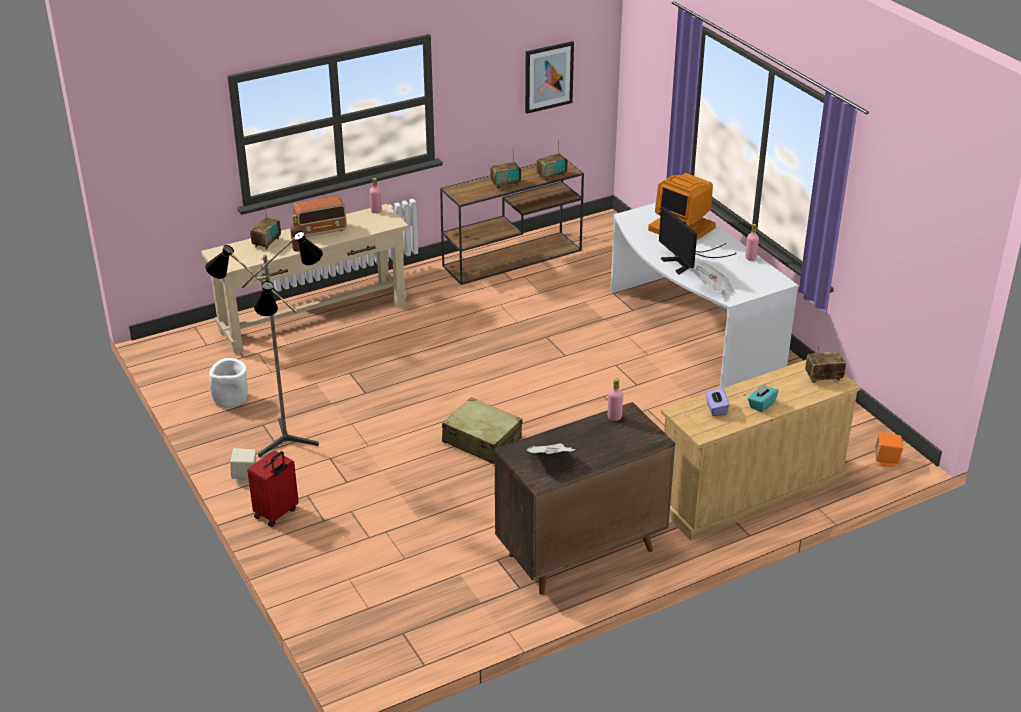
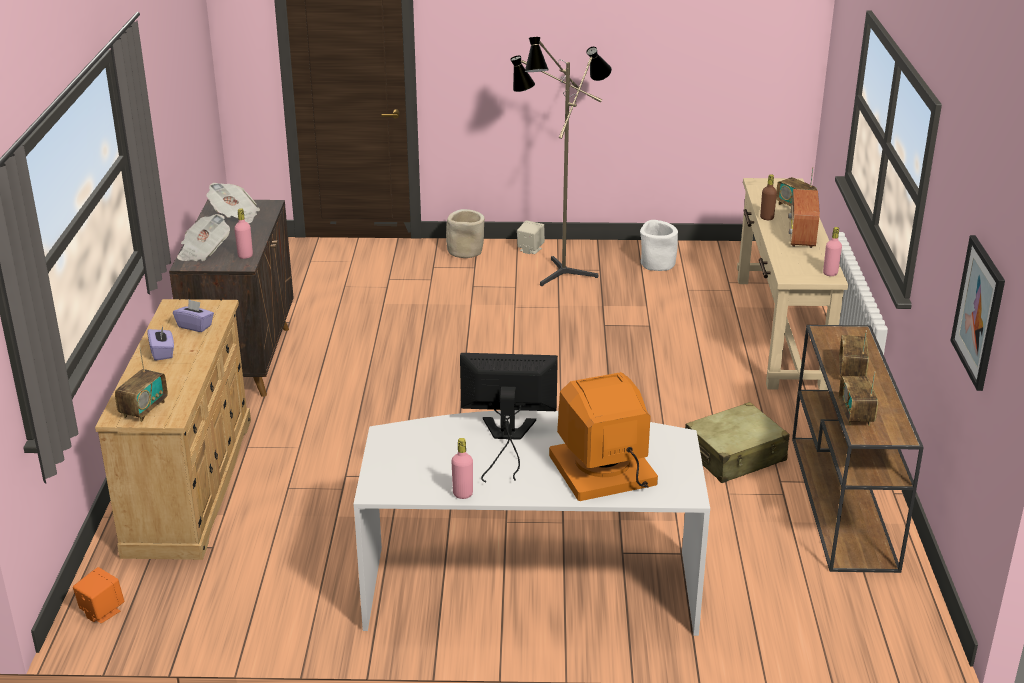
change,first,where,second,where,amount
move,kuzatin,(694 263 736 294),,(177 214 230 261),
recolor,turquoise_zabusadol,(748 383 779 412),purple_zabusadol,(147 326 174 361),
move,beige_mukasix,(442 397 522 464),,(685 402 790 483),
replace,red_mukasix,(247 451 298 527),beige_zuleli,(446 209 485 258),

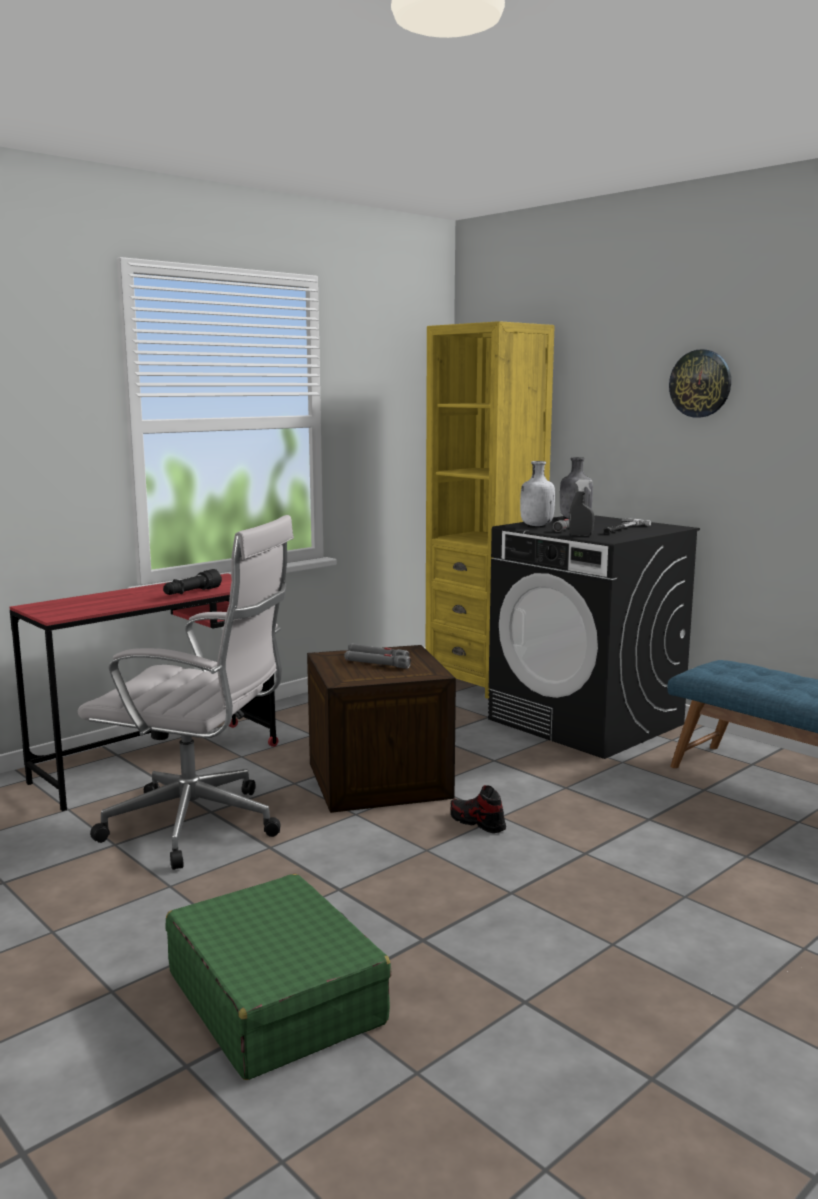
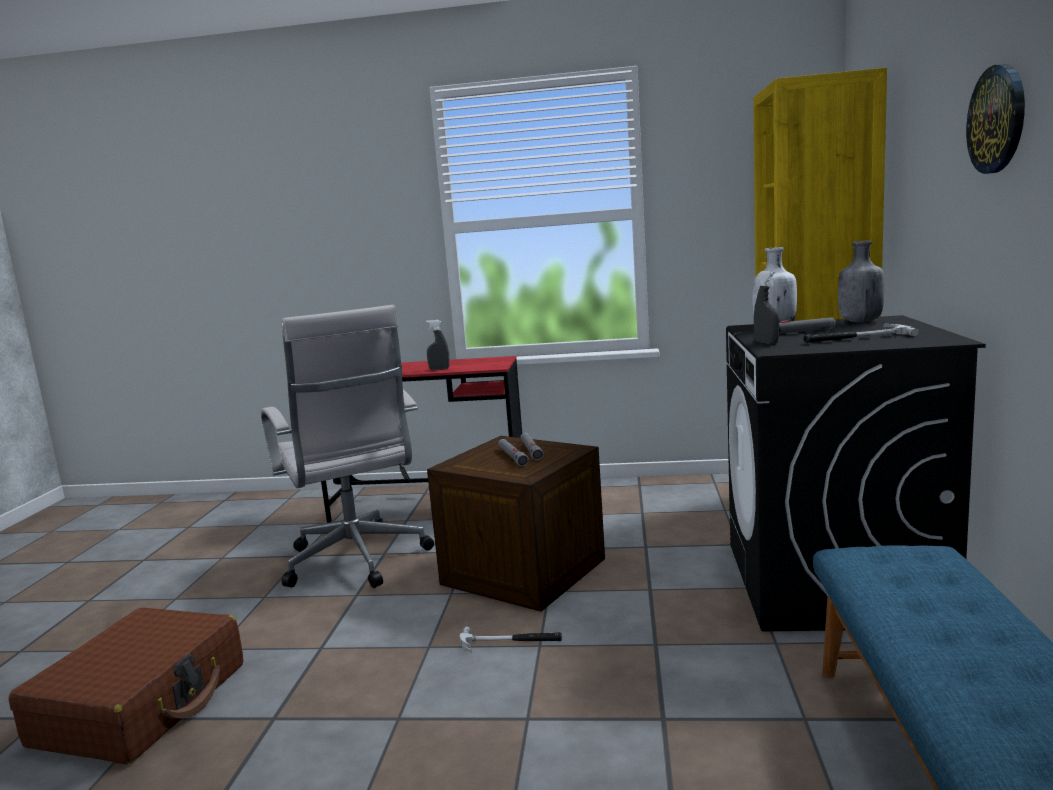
change,first,where,second,where,amount
replace,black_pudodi,(163 569 222 595),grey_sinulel,(426 320 450 370),
replace,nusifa,(451 785 506 833),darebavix,(460 627 562 653),
recolor,green_mukasix,(166 874 392 1080),brown_mukasix,(8 607 243 765),

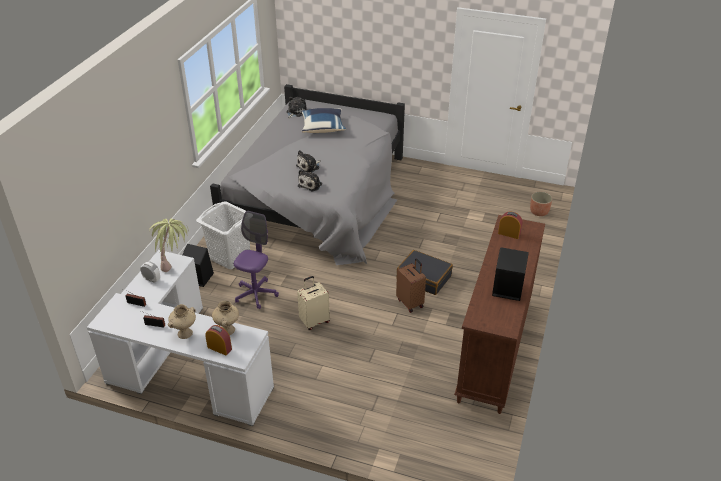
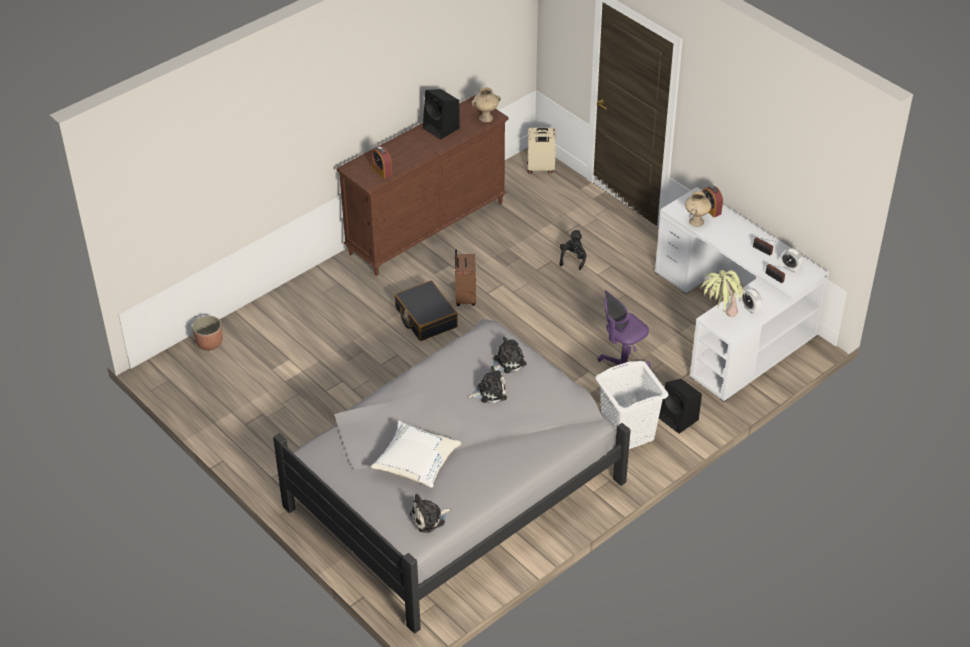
change,first,where,second,where,amount
recolor,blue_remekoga,(301 108 346 133),white_remekoga,(371 421 462 488),
move,beige_mukasix,(297 276 330 330),,(527 128 556 174),
move,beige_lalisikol,(168 304 196 339),,(471 87 501 122),
insert,,,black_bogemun,(560 230 586 270),
insert,,,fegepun,(781 248 803 272),

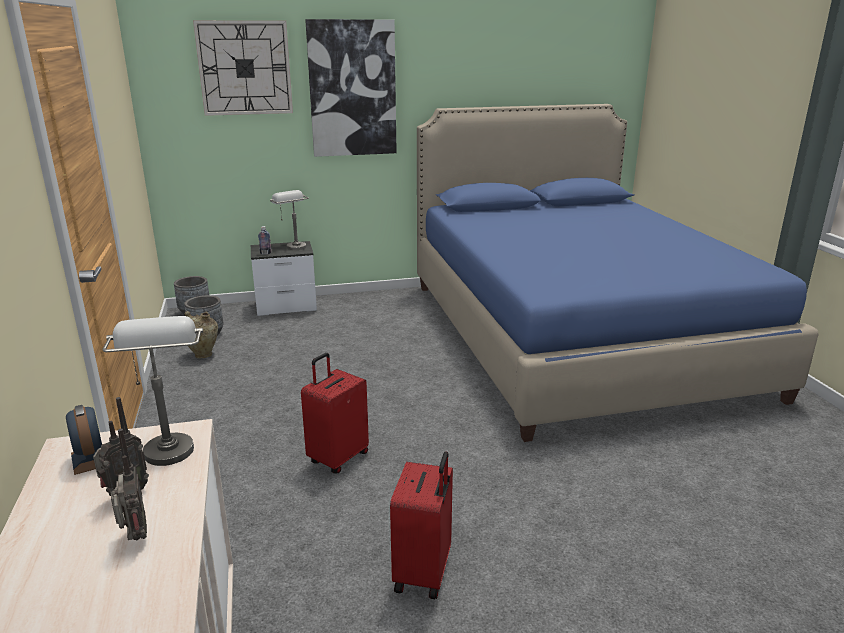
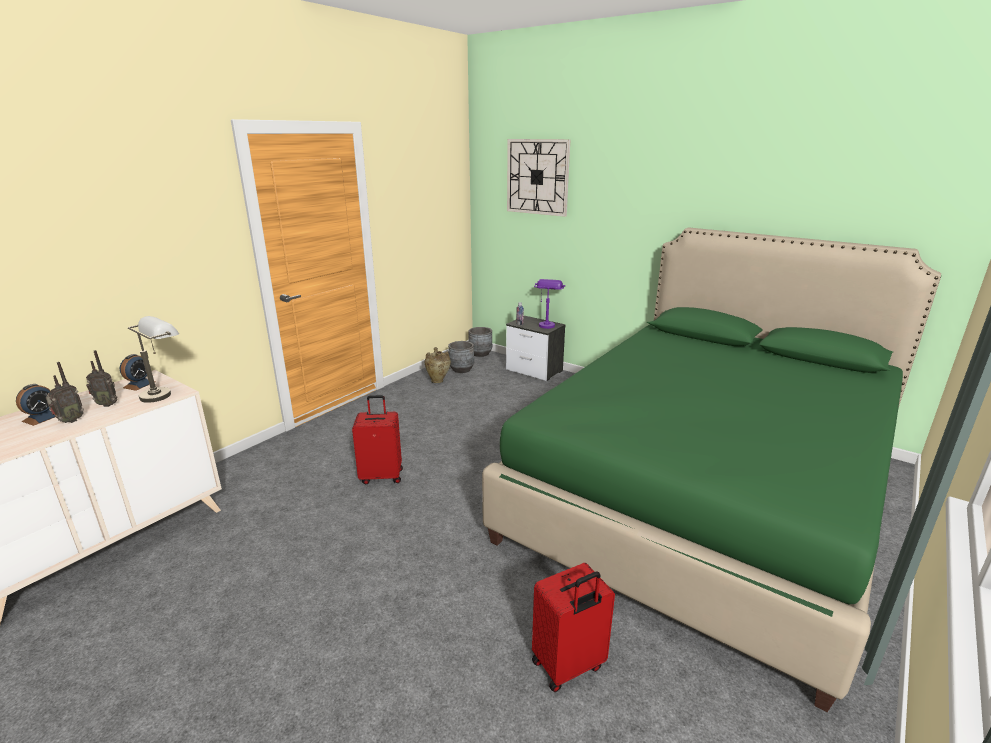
change,first,where,second,where,amount
delete,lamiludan,(305 19 397 157),,,
recolor,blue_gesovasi,(417 104 819 442),green_gesovasi,(482 228 941 712),
recolor,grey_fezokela,(270 190 309 250),purple_fezokela,(534 279 565 329),
move,red_mukasix,(390 451 453 599),,(532 563 615 692),
insert,,,fegepun,(16 384 57 426),

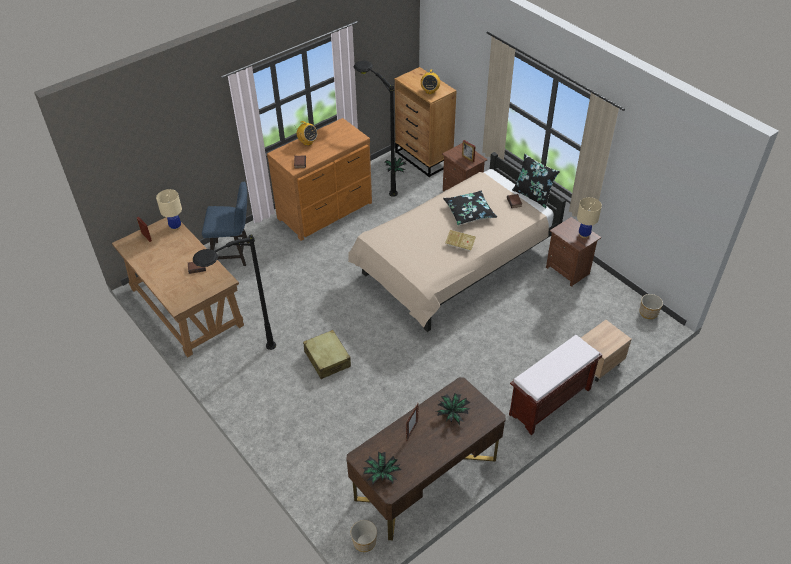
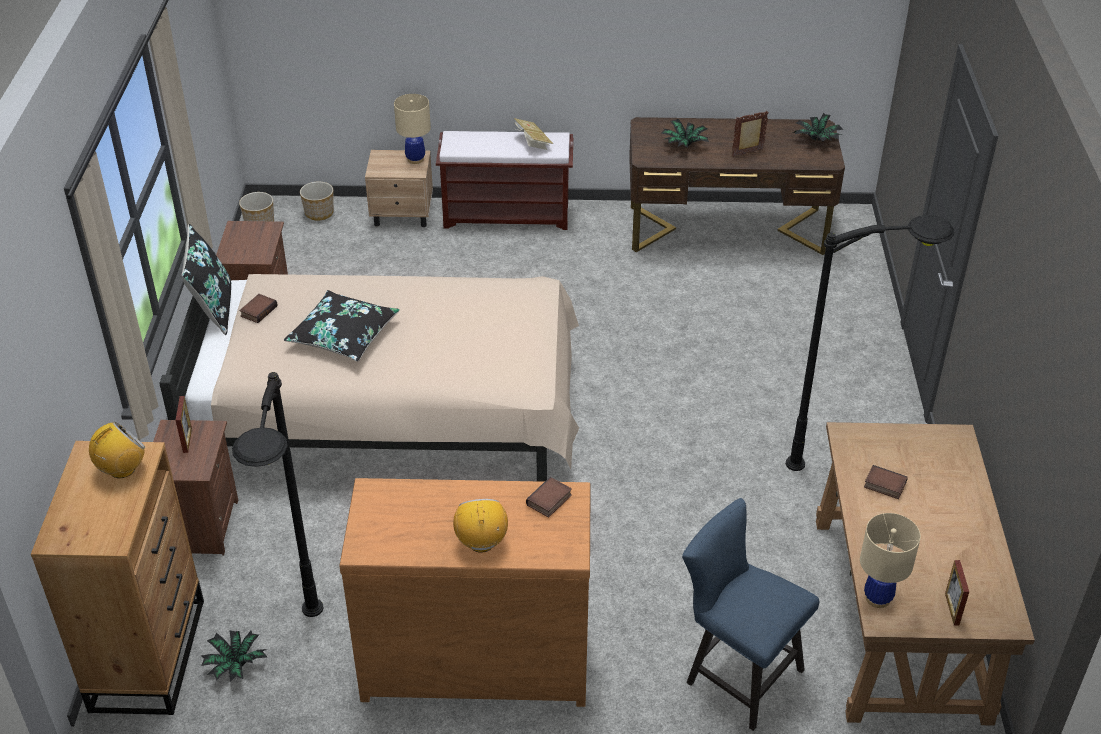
change,first,where,second,where,amount
move,beige_fezokela,(577 197 602 238),,(394 94 431 164),
move,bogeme,(445 230 476 251),,(514 118 553 150),
delete,beige_mukasix,(303 330 351 379),,,
move,zuleli,(351 520 377 552),,(300 182 334 221),

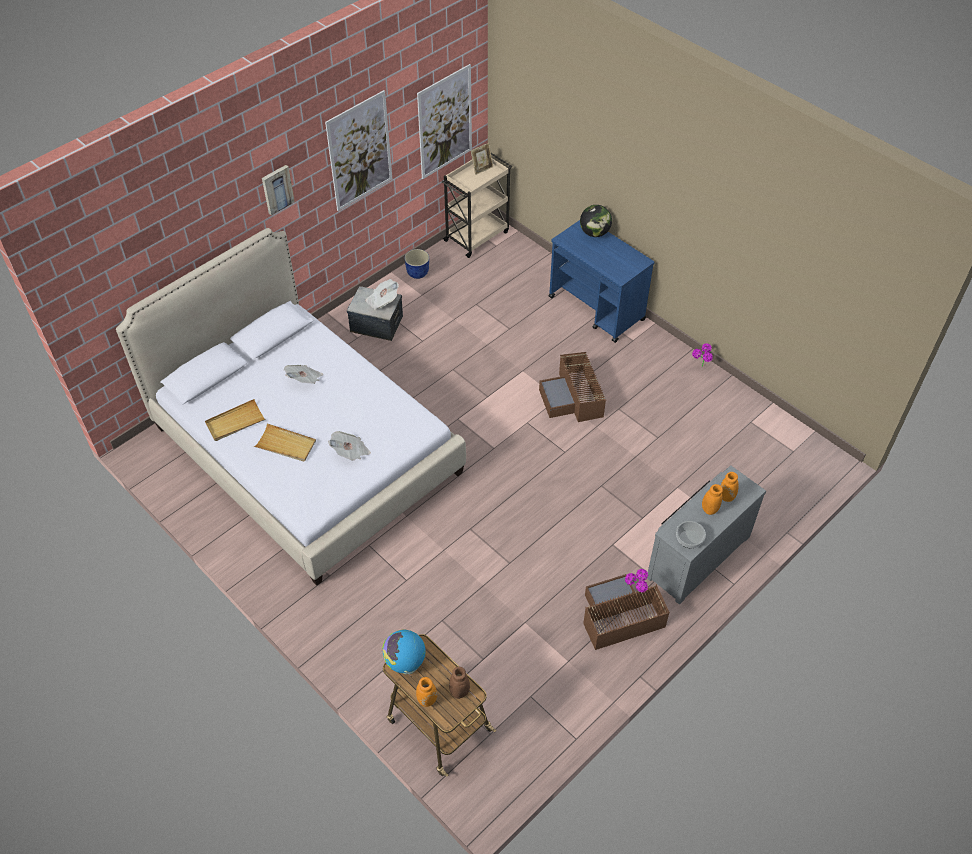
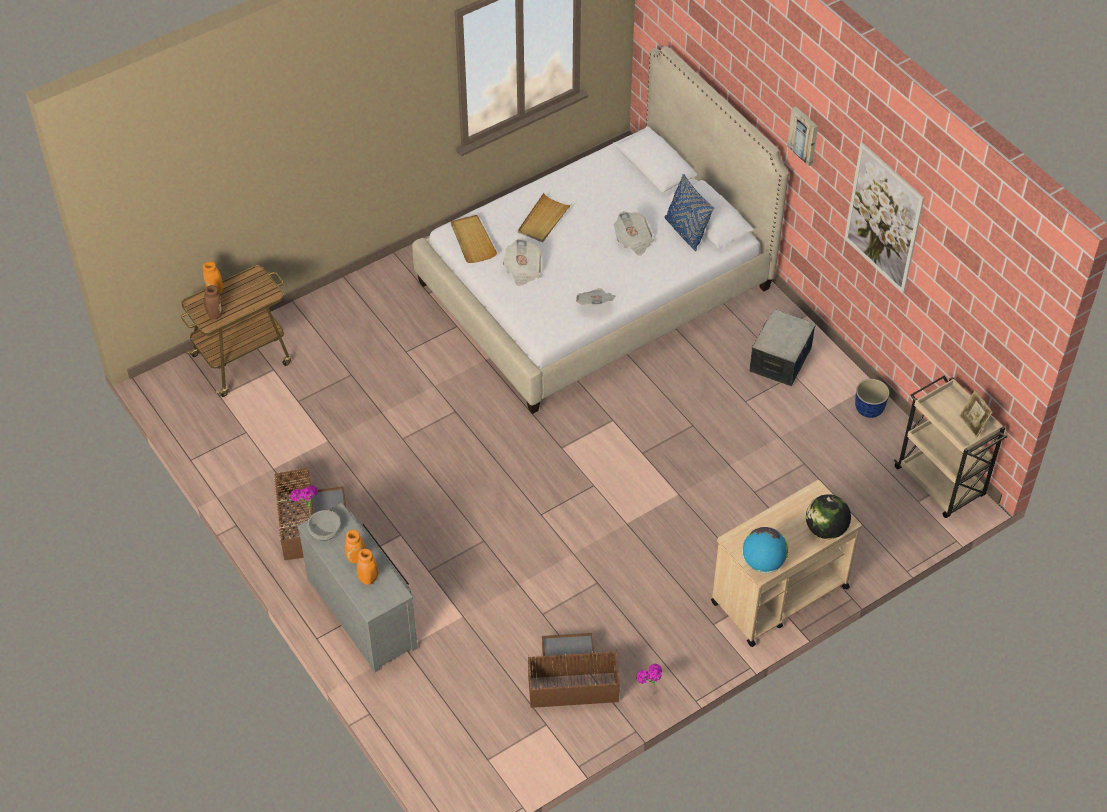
change,first,where,second,where,amount
delete,lamiludan,(417 64 472 179),,,
recolor,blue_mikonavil,(549 220 655 343),beige_mikonavil,(711 480 862 647),
move,kuzatin,(366 279 399 310),,(576 288 615 305),
move,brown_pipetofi,(539 352 606 422),,(528 633 620 708),
move,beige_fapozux,(205 399 266 441),,(451 215 497 263),
move,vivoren,(382 629 426 674),,(742 527 788 574),
insert,,,blue_remekoga,(664 174 714 251),

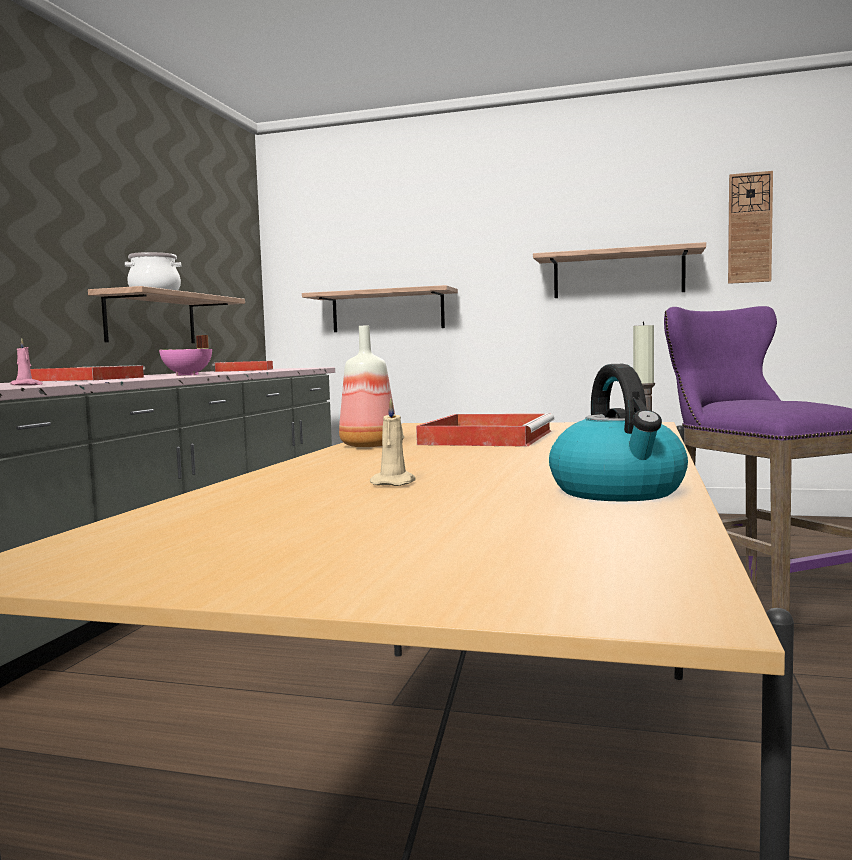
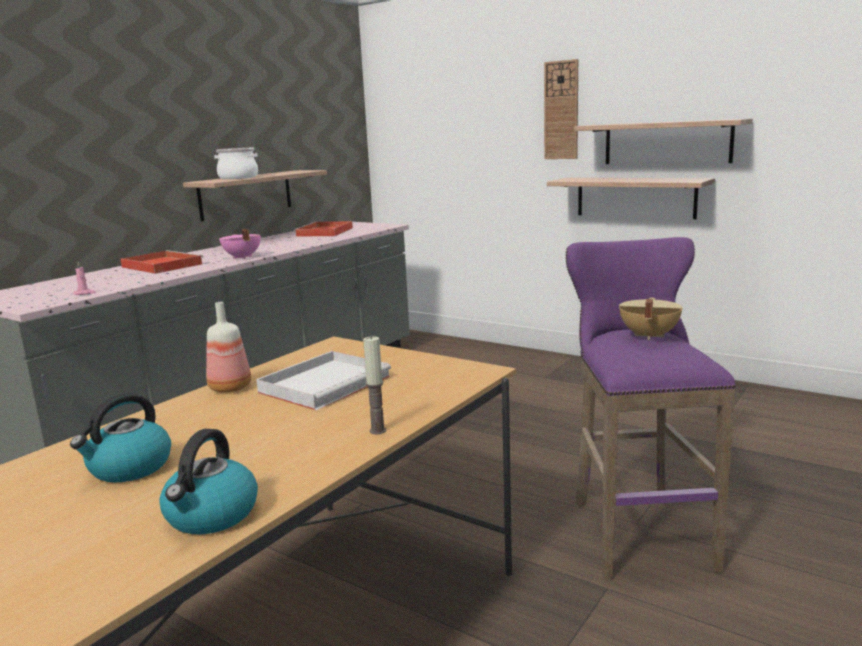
change,first,where,second,where,amount
move,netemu,(728 171 773 284),,(544 59 578 159),
move,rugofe,(302 285 458 332),,(547 178 715 219),
replace,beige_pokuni,(370 399 416 486),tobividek,(70 393 171 483),
recolor,red_fapozux,(416 413 554 447),white_fapozux,(256 351 391 410),
insert,,,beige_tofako,(619 298 683 340),

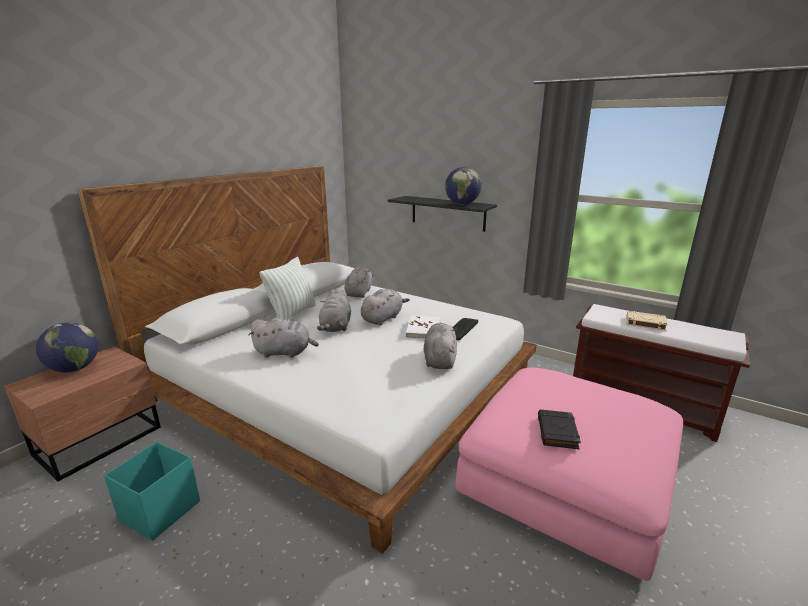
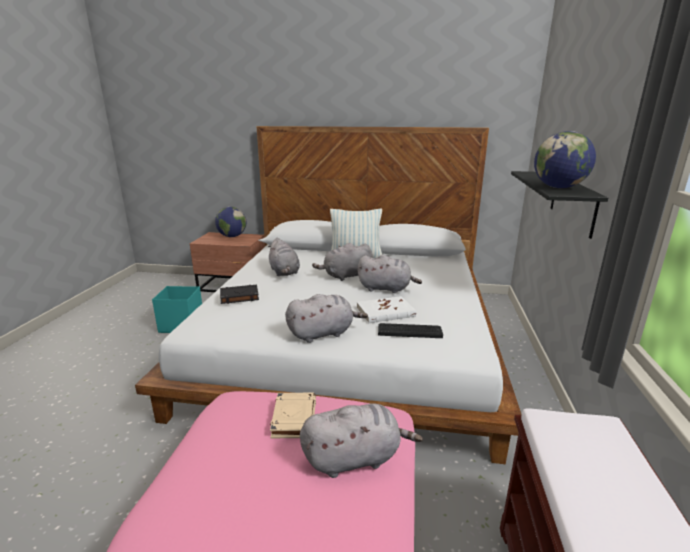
change,first,where,second,where,amount
move,grey_bogemun,(345 267 374 298),,(300 403 423 478),
move,beige_bogeme,(626 311 668 331),,(270 393 316 438),
move,black_bogeme,(538 410 581 449),,(220 285 259 304),

